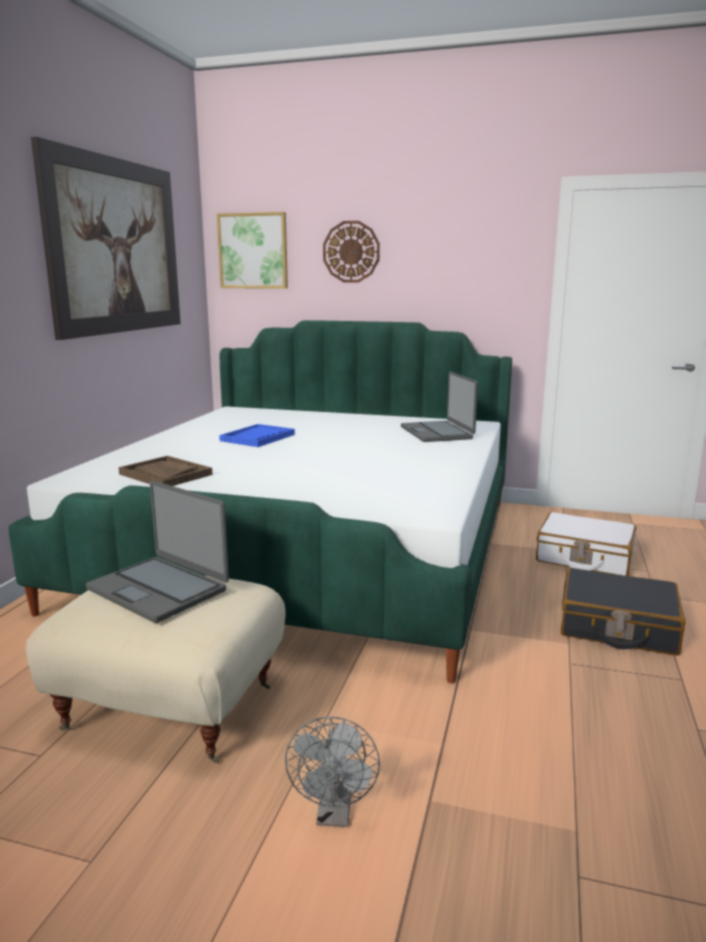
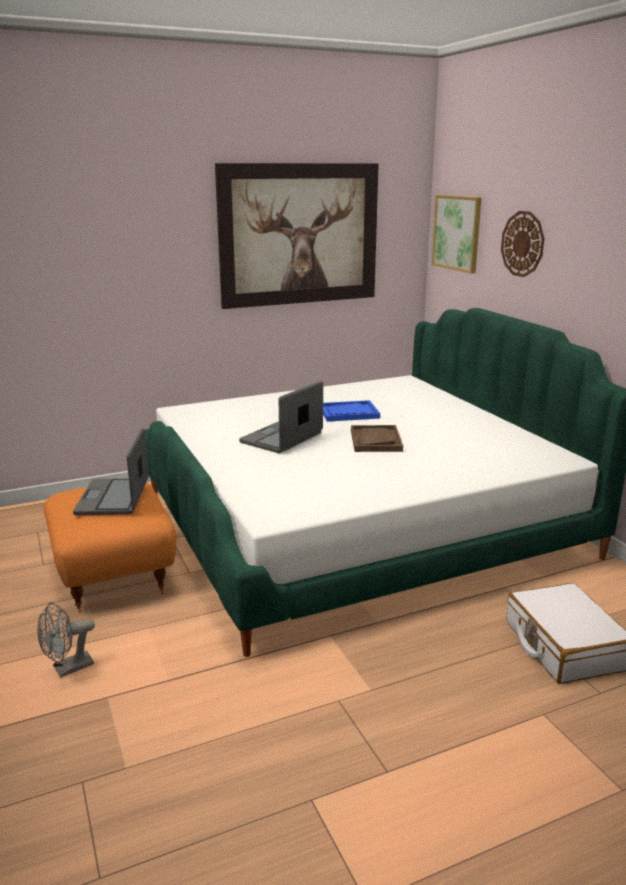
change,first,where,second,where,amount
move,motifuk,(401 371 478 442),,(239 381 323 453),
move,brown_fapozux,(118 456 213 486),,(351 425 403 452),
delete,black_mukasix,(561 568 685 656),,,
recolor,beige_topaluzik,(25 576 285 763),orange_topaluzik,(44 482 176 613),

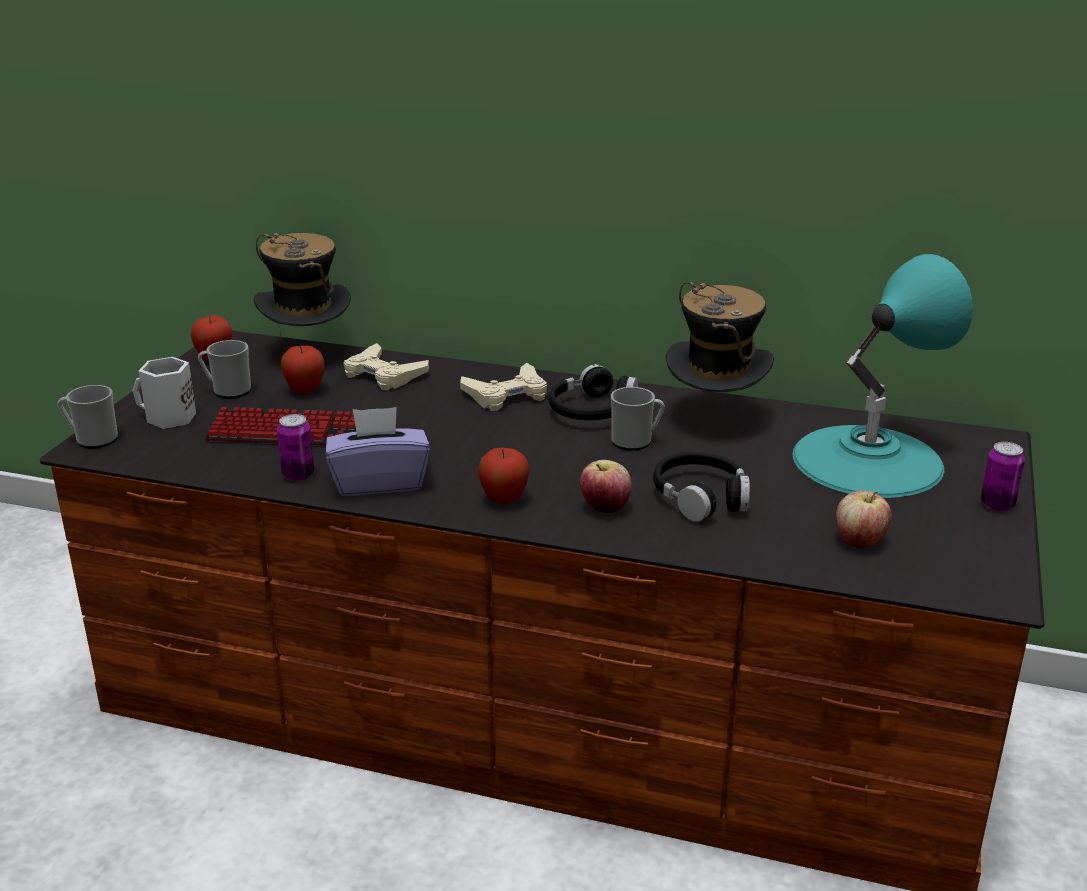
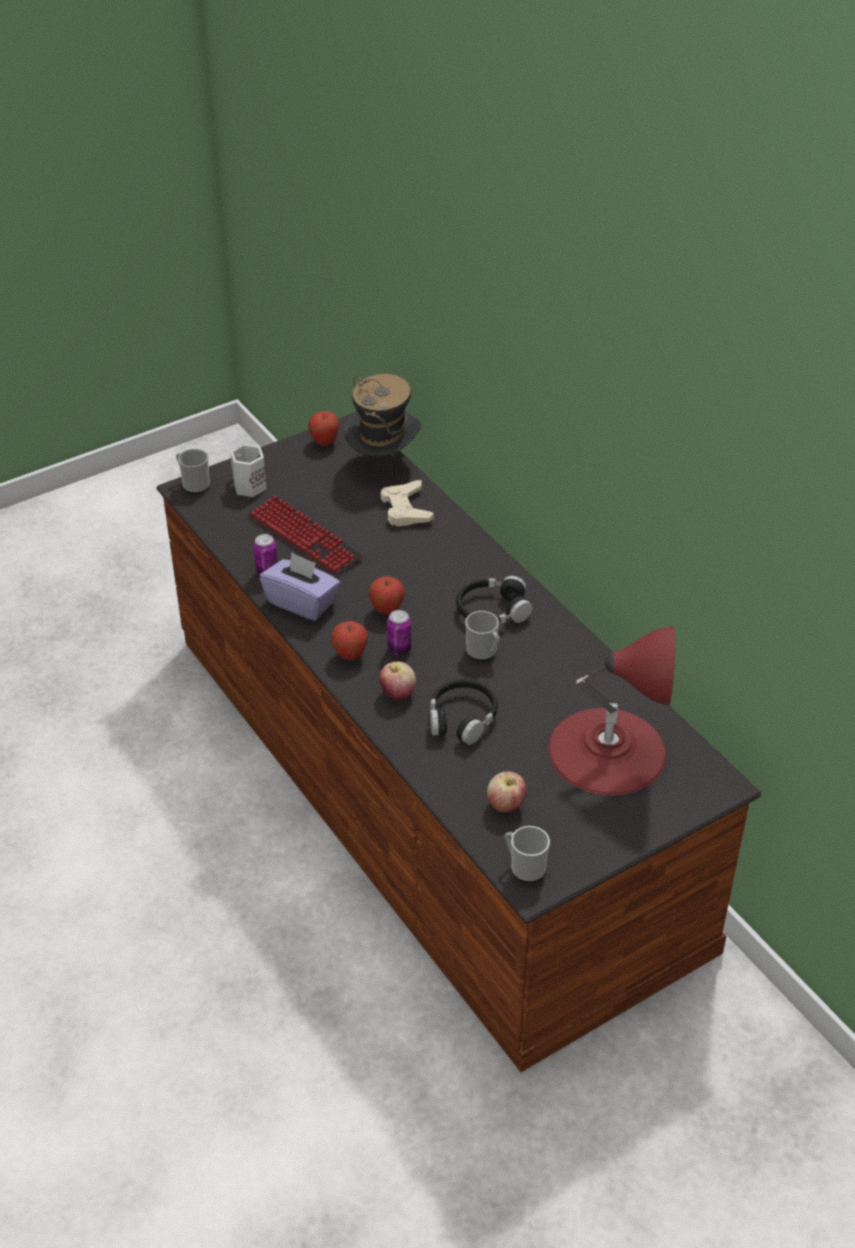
change,first,where,second,where,amount
recolor,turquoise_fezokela,(793 254 973 498),red_fezokela,(548 626 675 795),
delete,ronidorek,(666 282 774 393),,,
move,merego,(198 340 251 399),,(505 826 550 882),
move,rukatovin,(281 346 325 394),,(369 576 405 614),
delete,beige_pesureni,(460 363 547 411),,,
move,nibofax,(981 442 1025 511),,(387 610 411 656),

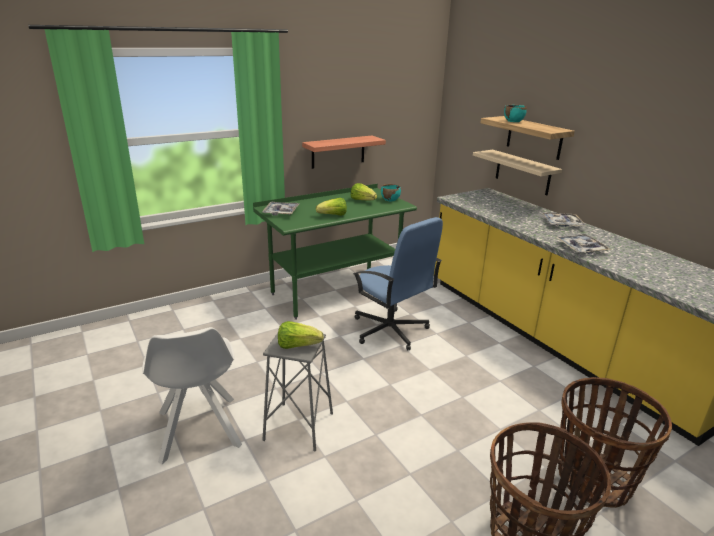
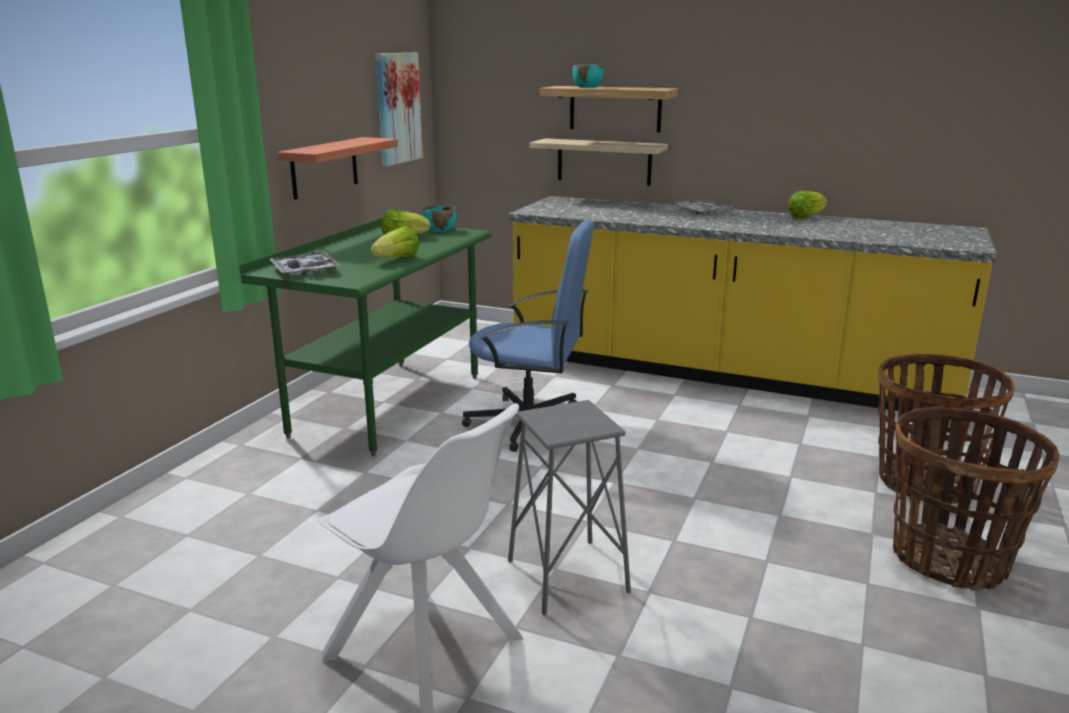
change,first,where,second,where,amount
delete,fapozux,(556 234 610 254),,,
move,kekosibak,(278 321 323 349),,(788 191 828 218),
insert,,,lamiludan,(375 53 423 166),

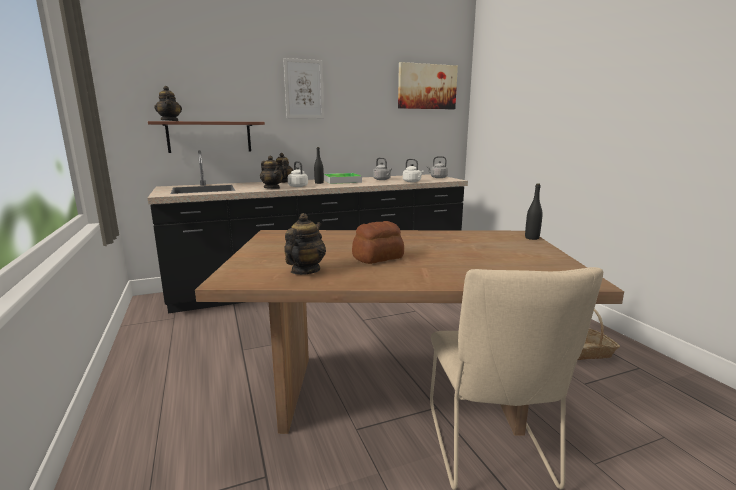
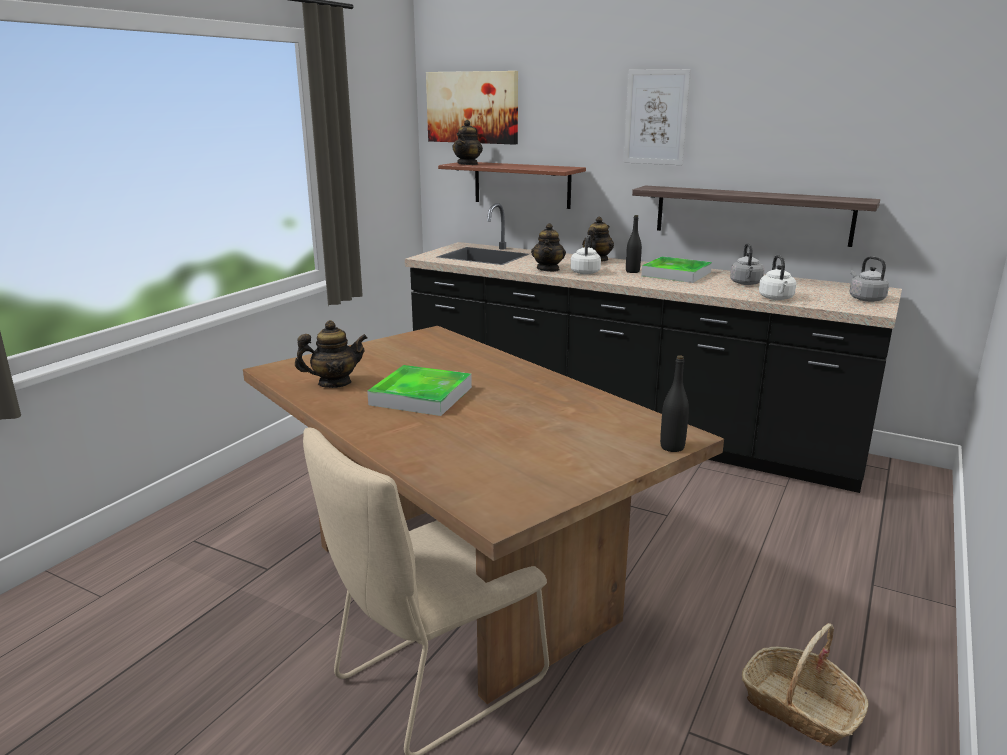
change,first,where,second,where,amount
move,lamiludan,(398 62 458 109),,(426 71 518 145),
replace,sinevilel,(352 221 404 264),fapozux,(367 365 472 416),
insert,,,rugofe,(632 186 880 247),

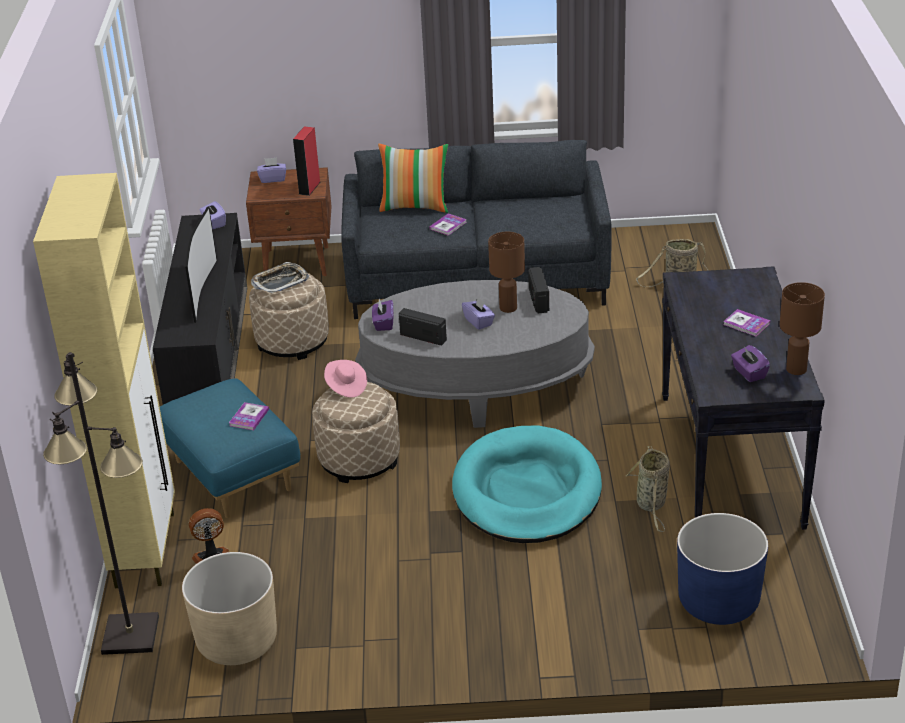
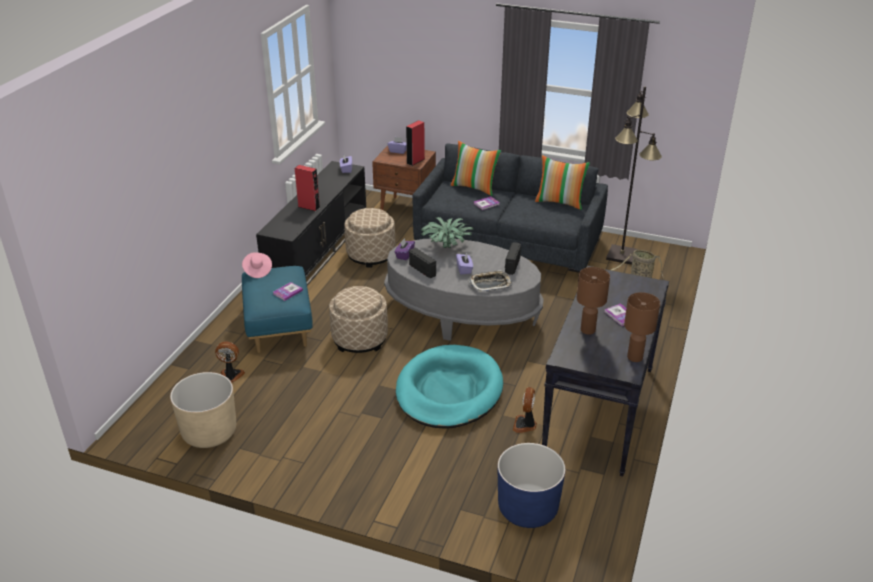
change,first,where,second,where,amount
delete,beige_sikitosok,(33 173 175 588),,,
replace,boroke,(185 206 217 323),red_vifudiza,(295 165 320 211),
move,brown_fezokela,(488 232 525 313),,(577 267 610 335),
move,fapozux,(251 262 309 294),,(468 270 512 292),
delete,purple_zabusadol,(731 345 770 382),,,
move,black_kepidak,(43 352 159 655),,(606 87 662 265),
move,pink_ronidorek,(324 360 367 398),,(242 253 272 278),
replace,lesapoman,(626 446 670 532),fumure,(513 387 537 433),
insert,,,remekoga,(535 155 590 210),
insert,,,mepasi,(421 217 473 248),

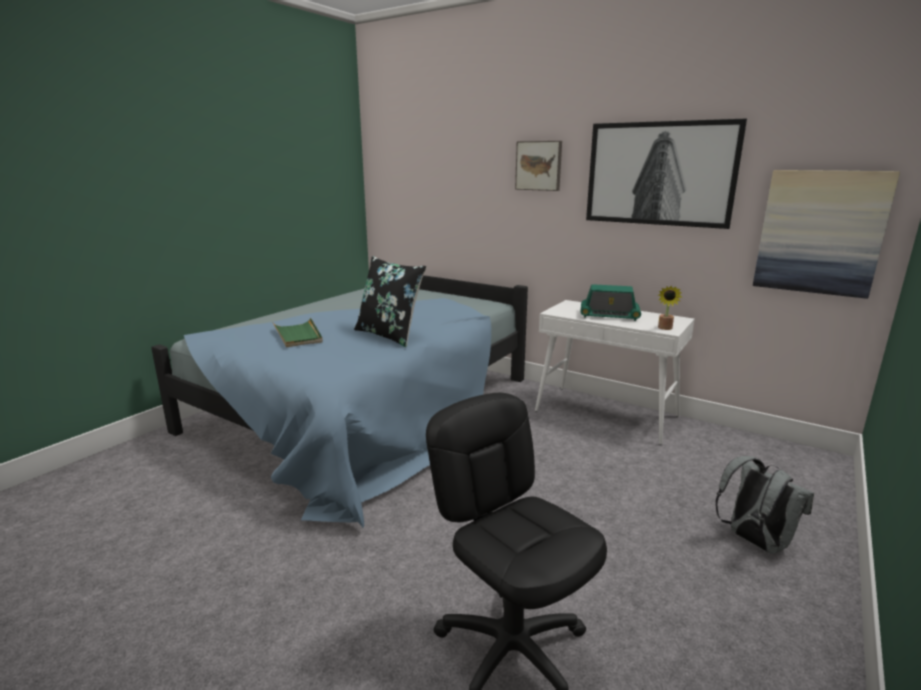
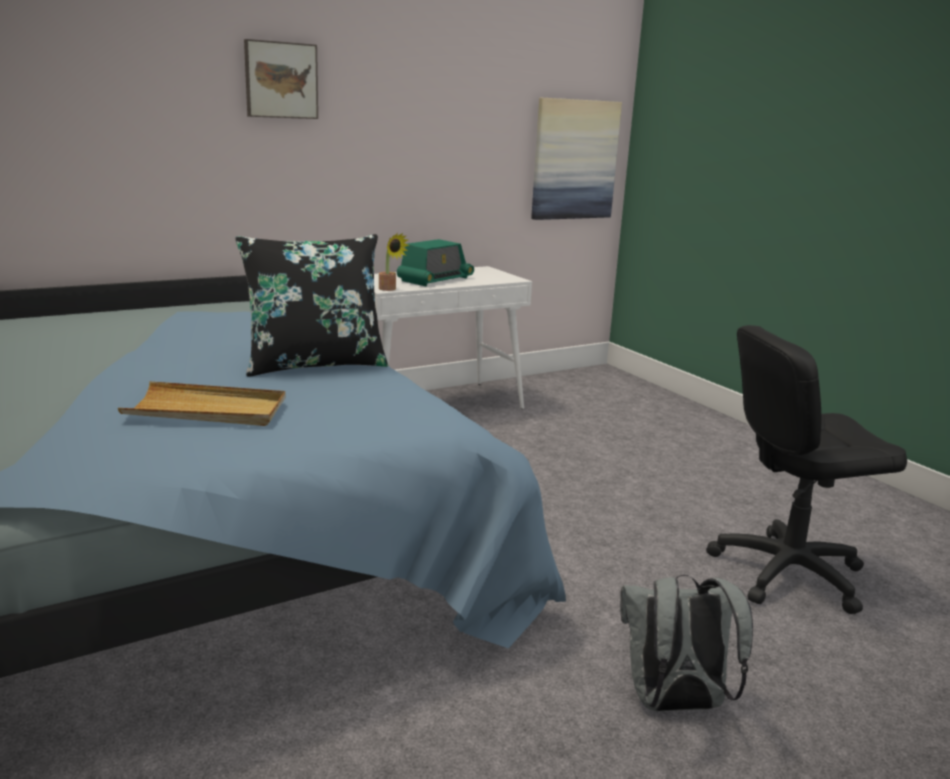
change,first,where,second,where,amount
delete,lamiludan,(586 118 747 229),,,
move,mepasi,(658 286 682 330),,(379 233 409 291),
recolor,green_fapozux,(273 318 323 347),beige_fapozux,(118 381 286 426),
move,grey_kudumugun,(715 456 814 554),,(620 575 753 711),

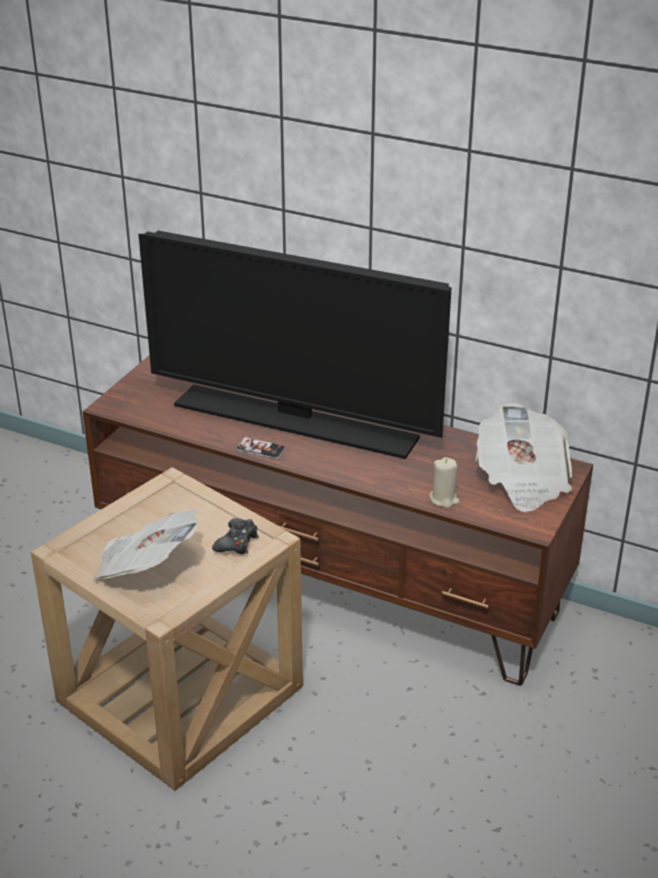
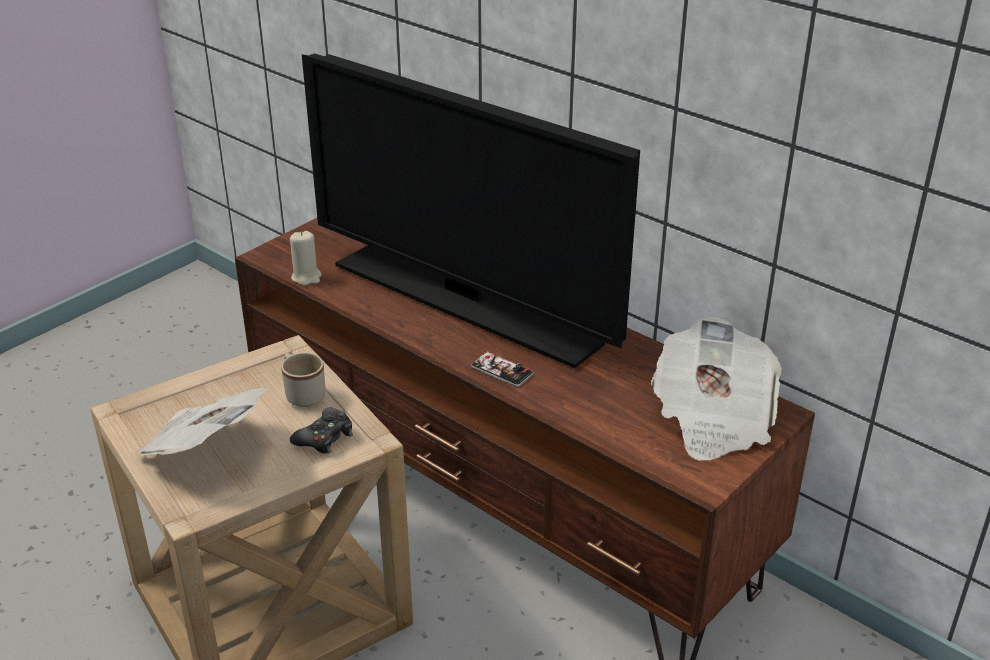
change,first,where,second,where,amount
move,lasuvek,(236 436 286 459),,(471 351 533 387),
move,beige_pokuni,(429 457 460 508),,(290 231 322 286),
insert,,,beige_merego,(281 353 326 407),

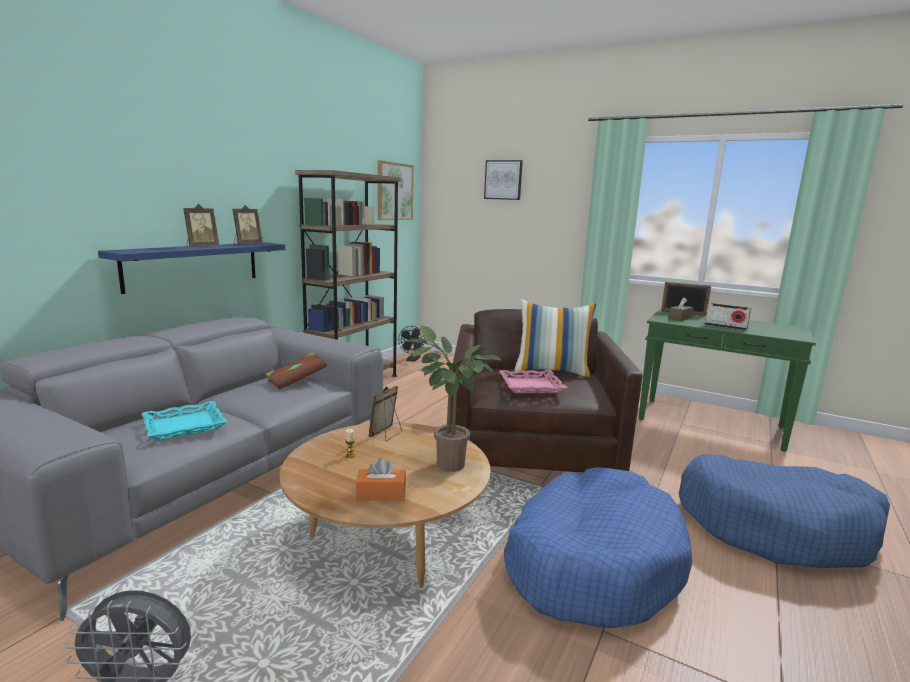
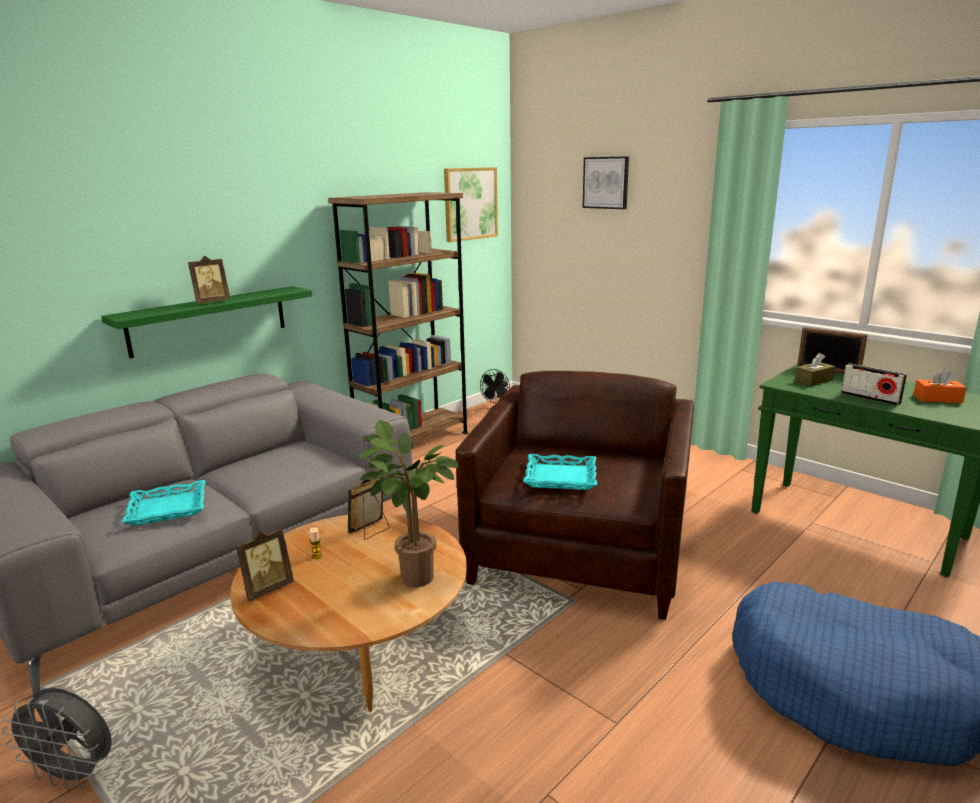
change,first,where,second,where,amount
move,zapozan,(233 205 262 244),,(236 528 294 601),
recolor,blue_rugofe,(98 242 285 294),green_rugofe,(101 286 312 358),
delete,remekoga,(514 299 596 378),,,
delete,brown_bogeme,(265 352 327 389),,,
recolor,pink_fapozux,(499 370 567 393),turquoise_fapozux,(523 454 597 490),
move,orange_zabusadol,(356 458 406 501),,(913 368 967 403),
delete,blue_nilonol,(504 467 692 628),,,

